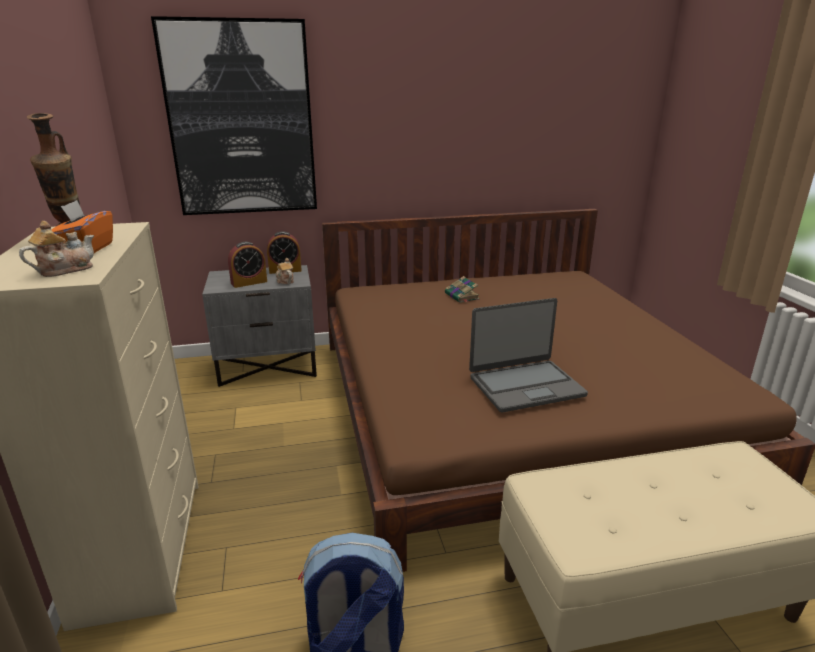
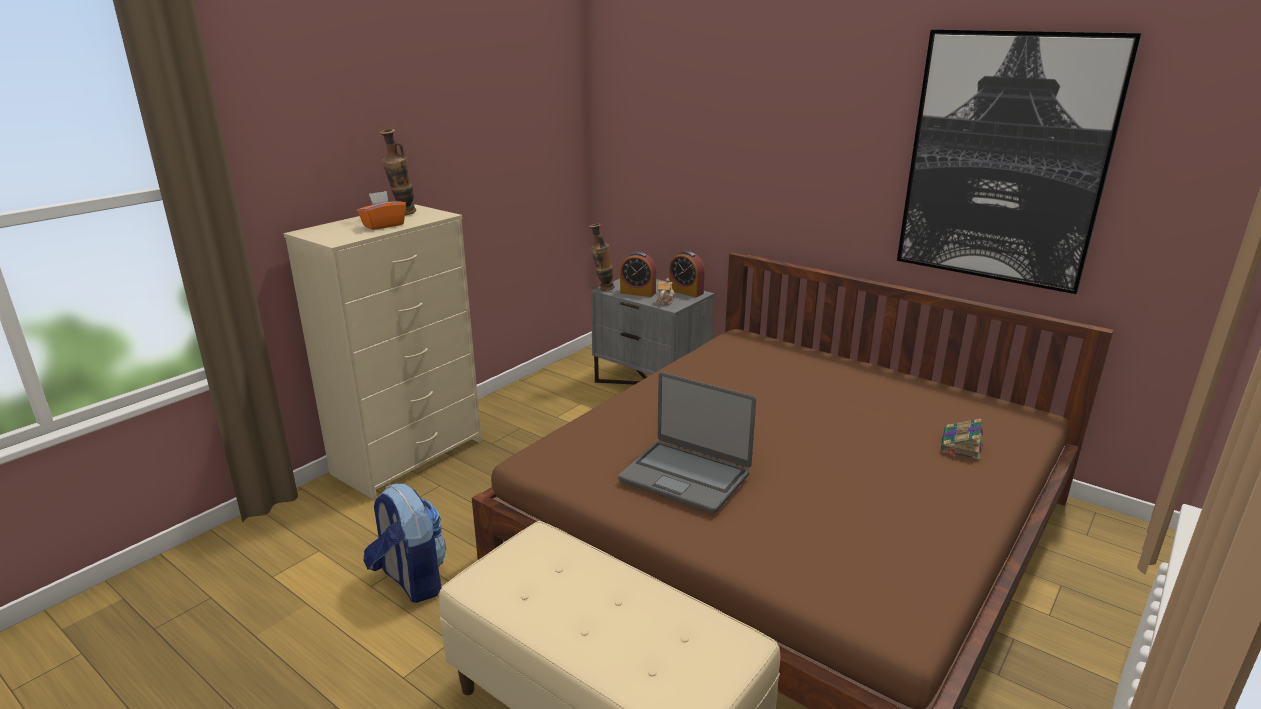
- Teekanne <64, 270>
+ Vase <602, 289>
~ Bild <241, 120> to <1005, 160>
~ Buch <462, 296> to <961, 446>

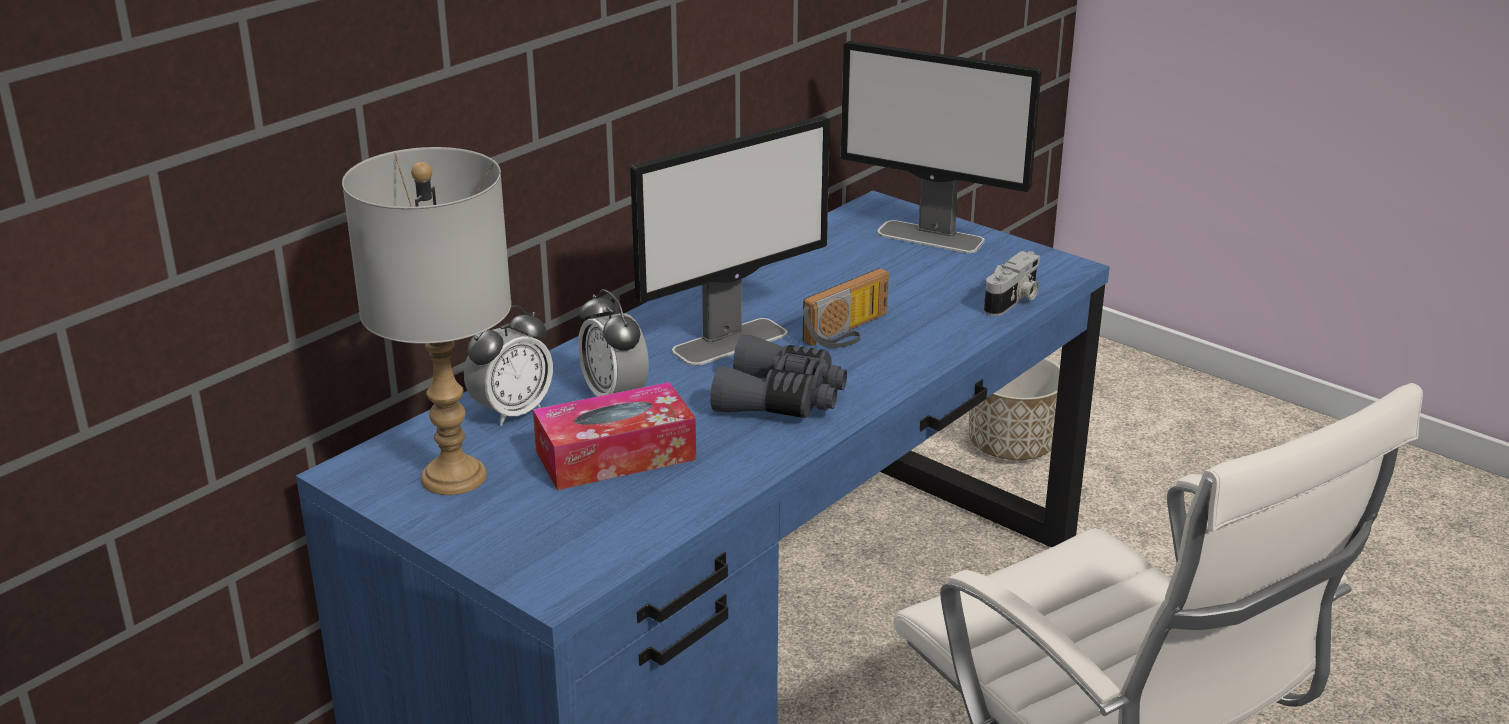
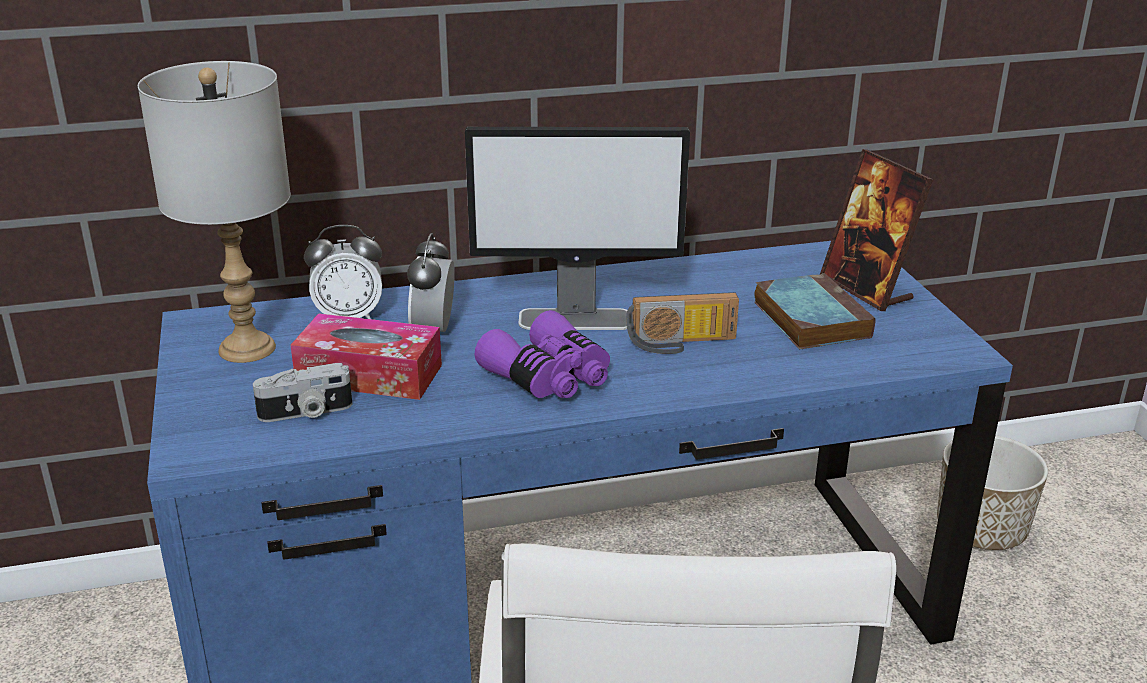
+ Buch <809, 318>
~ Kamera <1013, 301> to <306, 412>
~ Monitor <931, 237> to Bilderrahmen <866, 289>
~ Fernglas [grau] <781, 399> to Fernglas [lila] <550, 377>

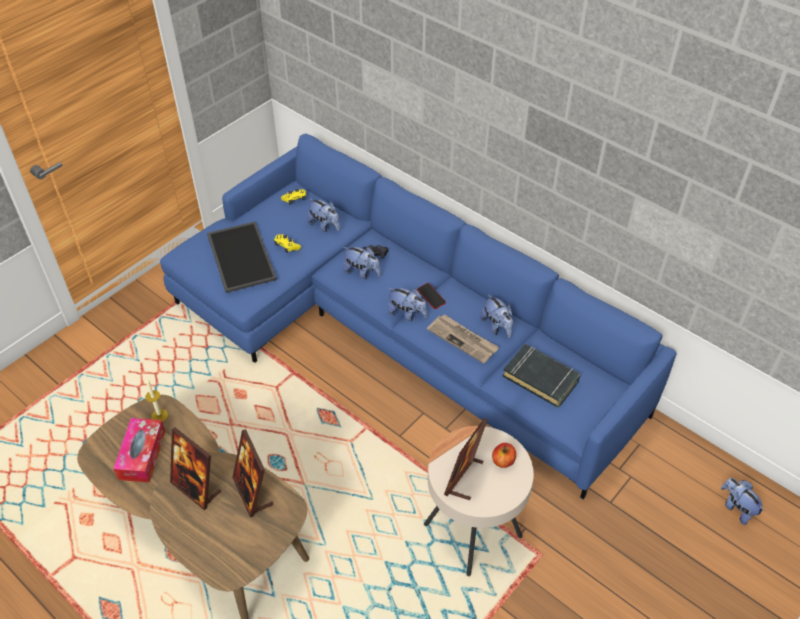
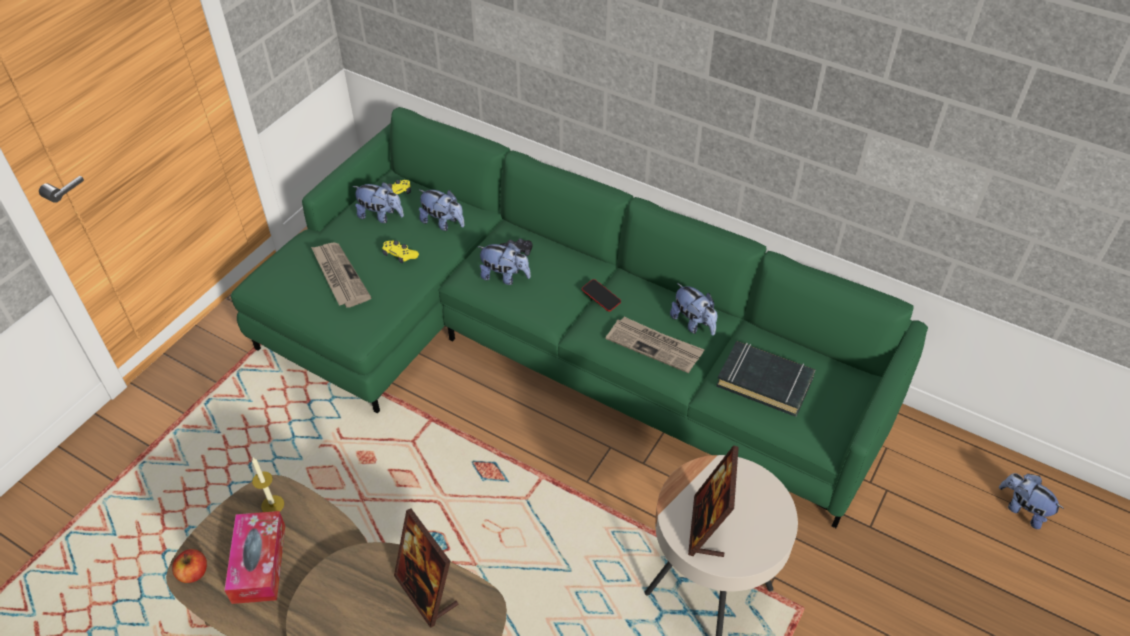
- Bilderrahmen <196, 488>
~ Plüschtier <407, 314> to <380, 216>
~ Apfel <503, 461> to <193, 573>
~ Tablett <239, 256> to Zeitung <339, 276>
~ Sofa [blau] <397, 331> to Sofa [grün] <554, 347>

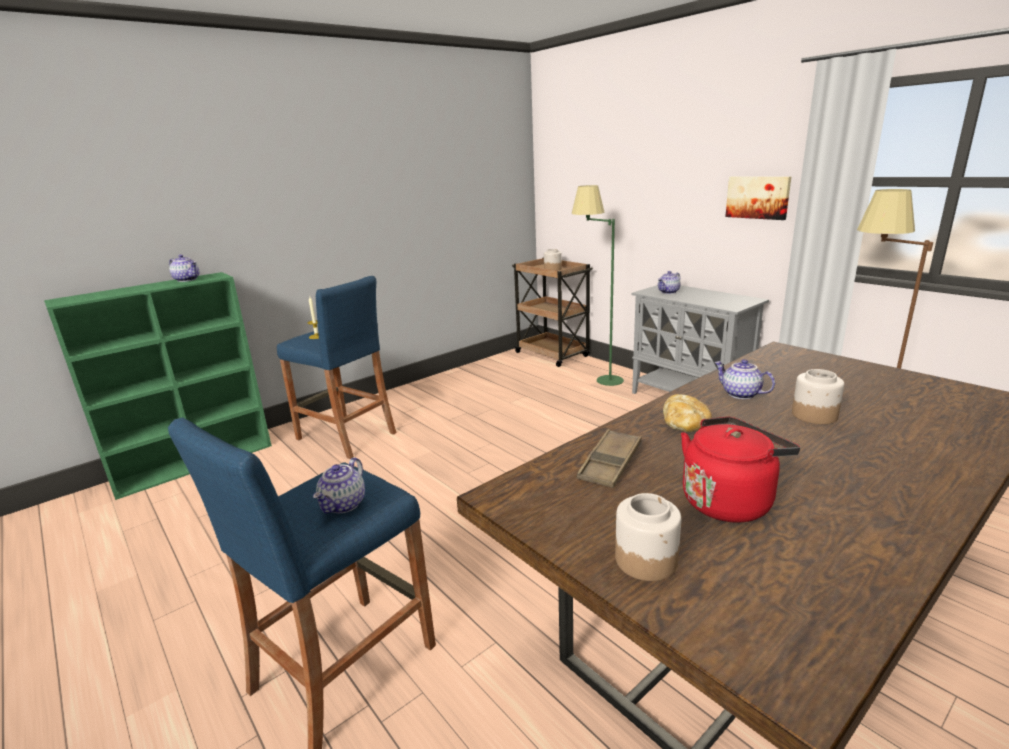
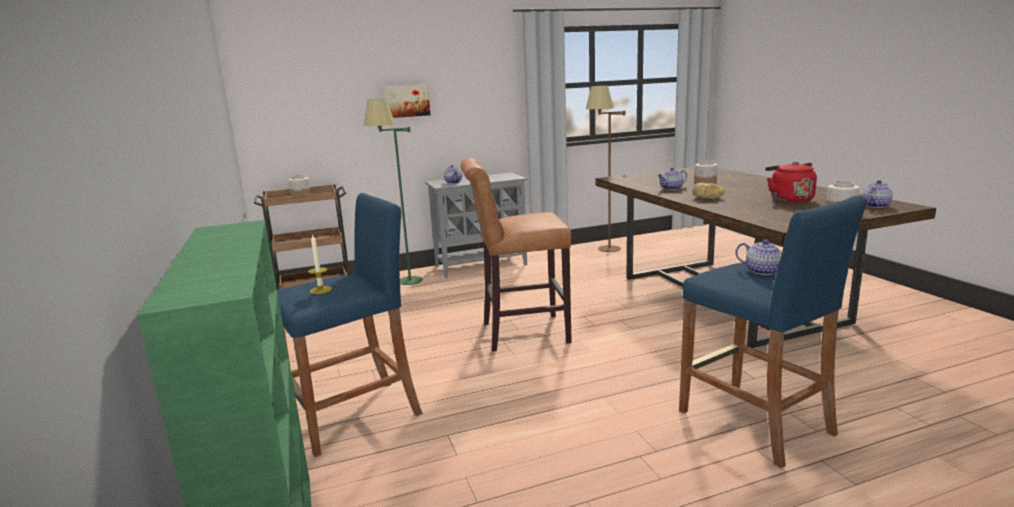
- Tablett [braun] <610, 463>
+ Hocker [braun] <519, 333>
~ Teekanne <187, 279> to <875, 206>
~ Bild <758, 197> to <405, 101>

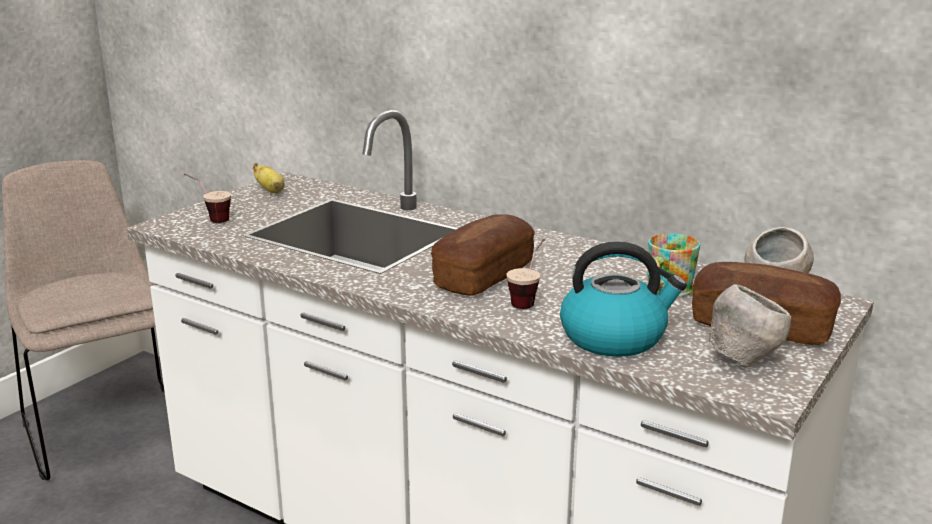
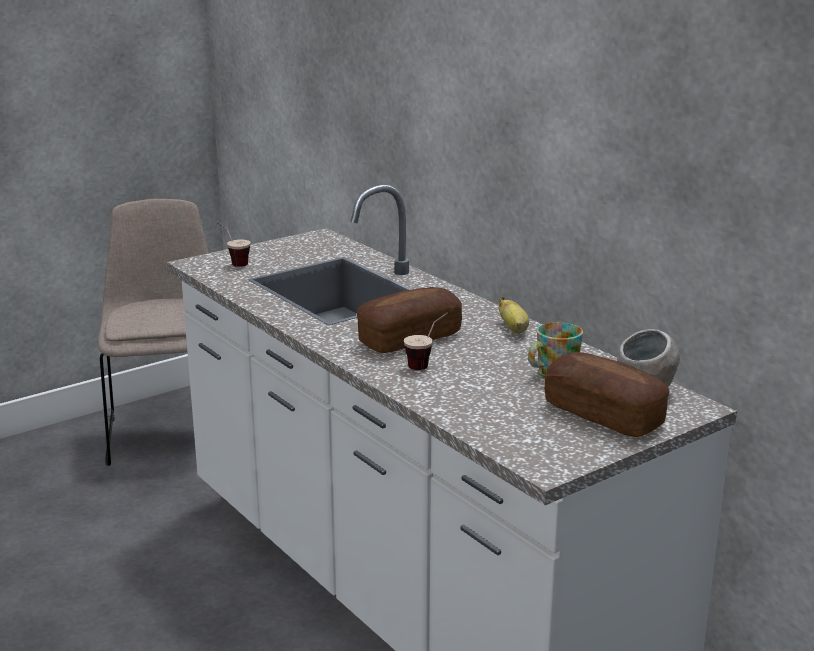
- Wasserkessel <614, 337>
- Schüssel [grau] <743, 361>
~ Banane <271, 191> to <514, 329>

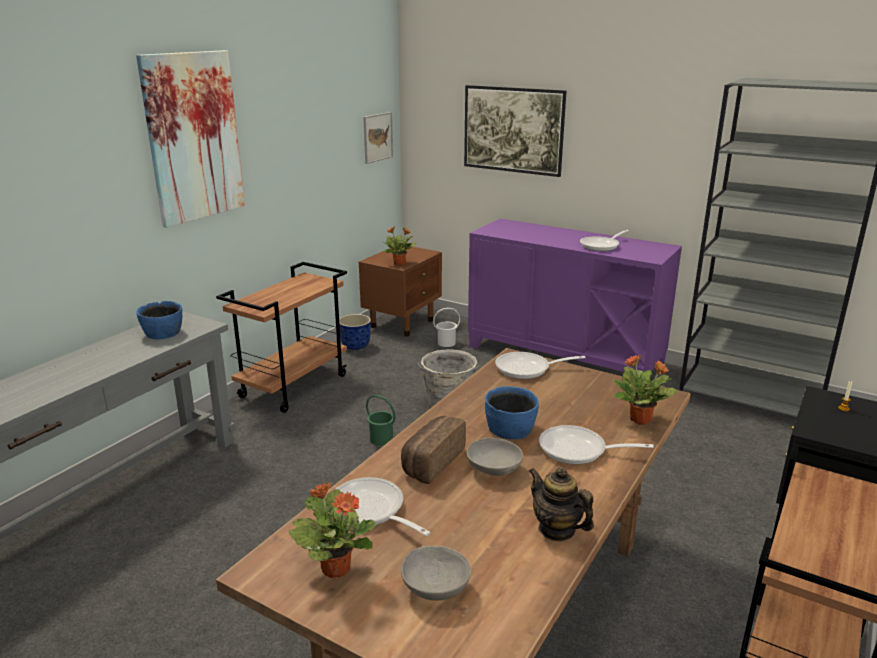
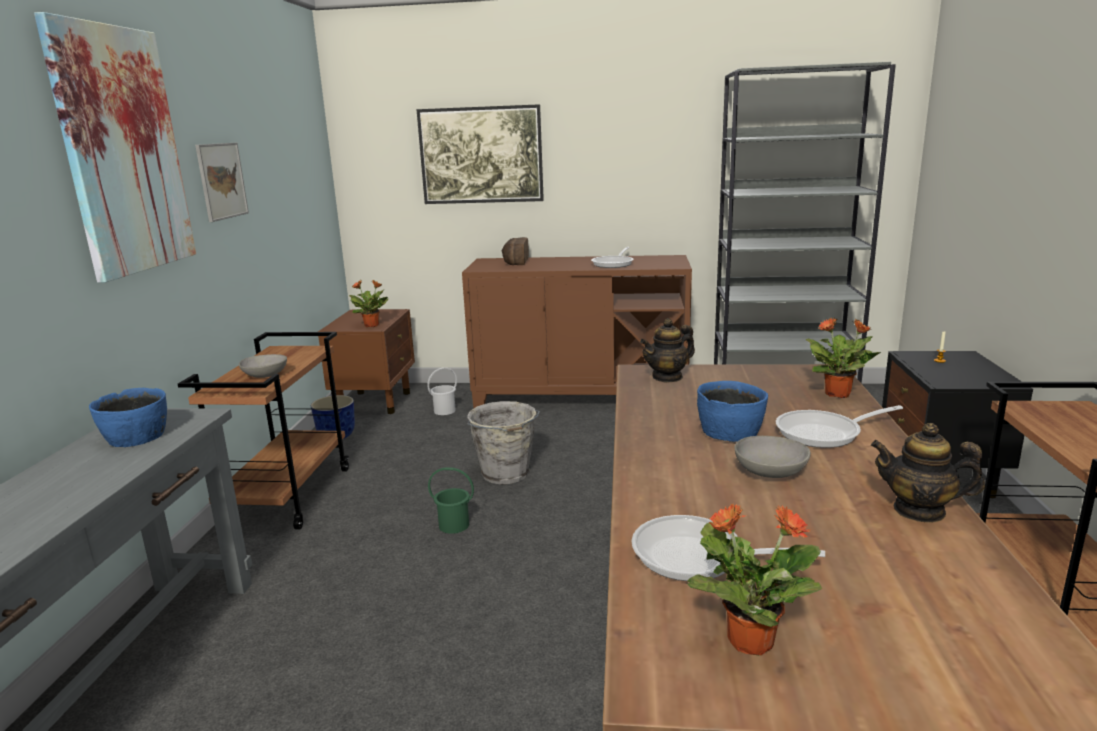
~ Bild <377, 137> to <222, 181>
~ Brot <430, 461> to <515, 262>
~ Schüssel [grau] <435, 588> to <264, 376>
~ Pfanne <527, 369> to Teekanne <667, 377>
~ Schrank [lila] <564, 355> to Schrank [braun] <580, 396>

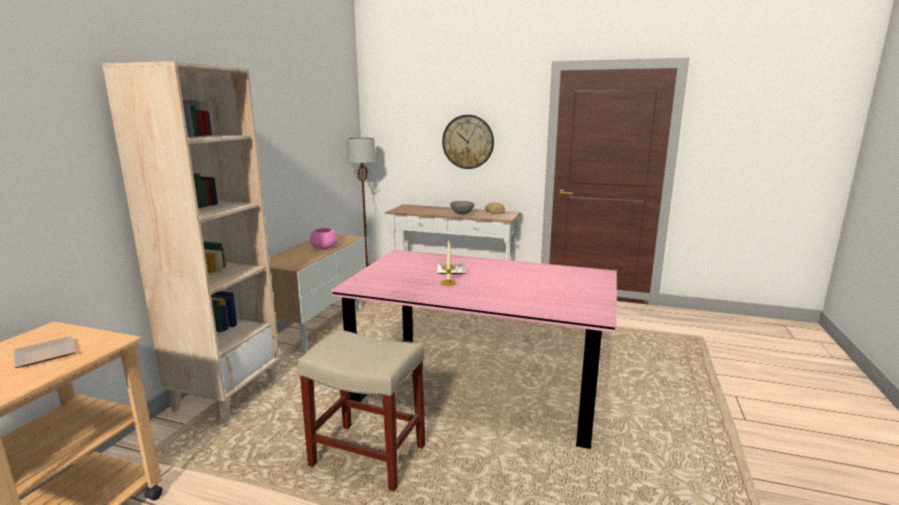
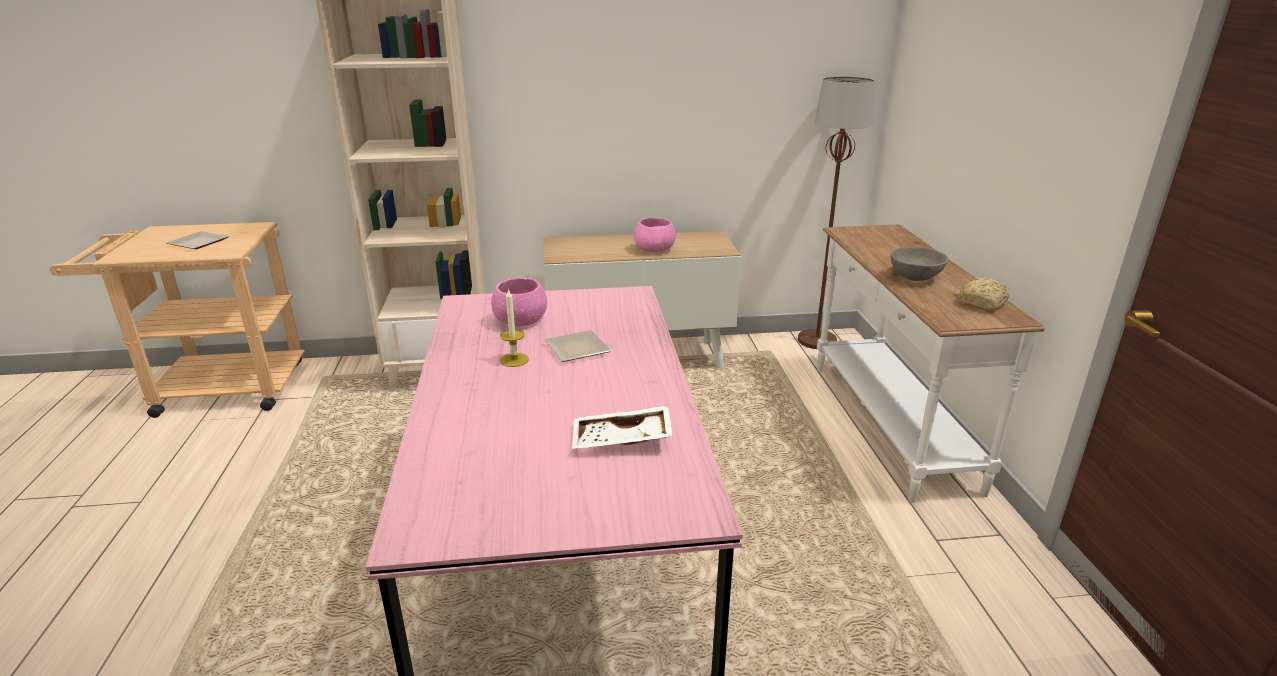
- Hocker [beige] <366, 455>
- Wanduhr <468, 142>
+ Schüssel [rosa] <521, 320>
+ Tablett [weiß] <621, 440>

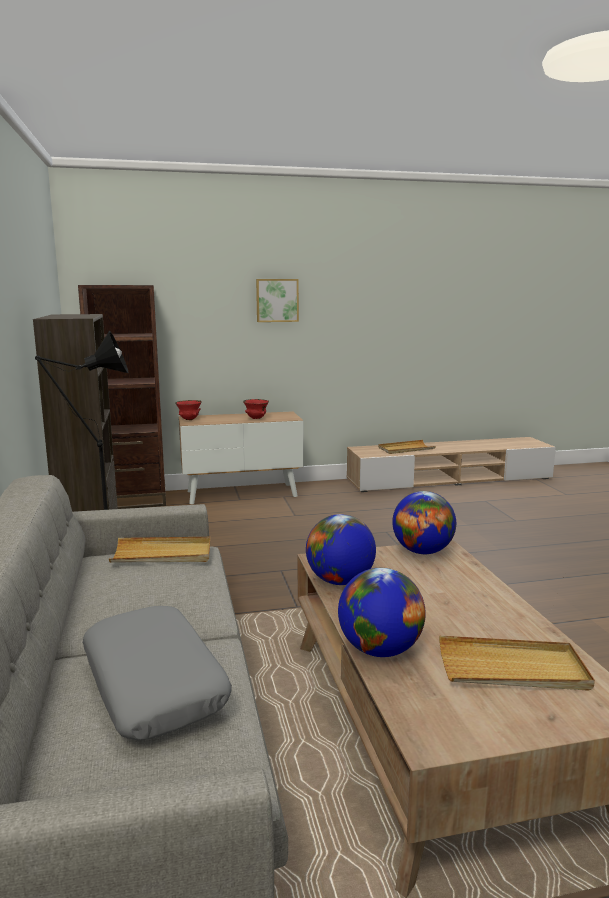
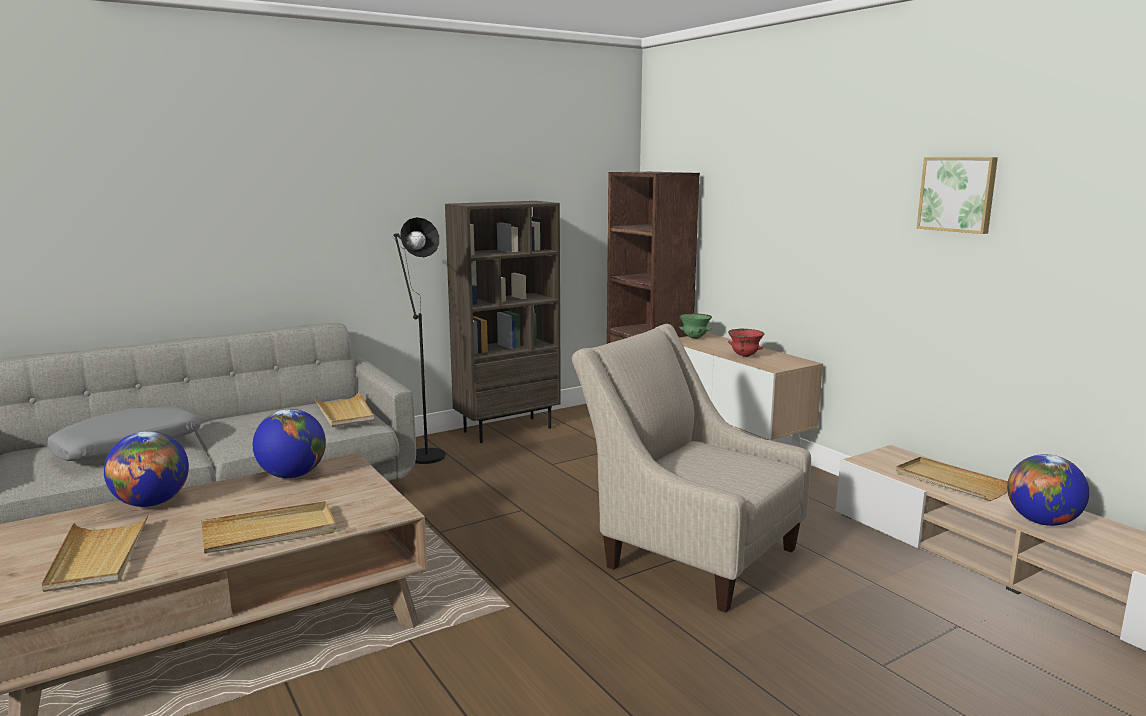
+ Tablett [beige] <270, 532>
+ Sessel [beige] <689, 553>
~ Bild <277, 300> to <957, 194>
~ Globus <422, 551> to <1042, 522>
~ Schüssel [rot] <189, 419> to Schüssel [grün] <695, 338>

